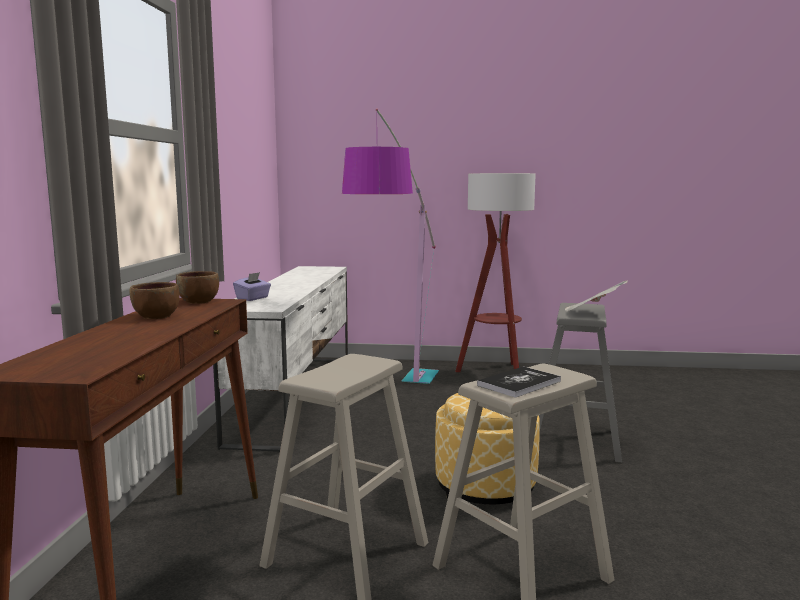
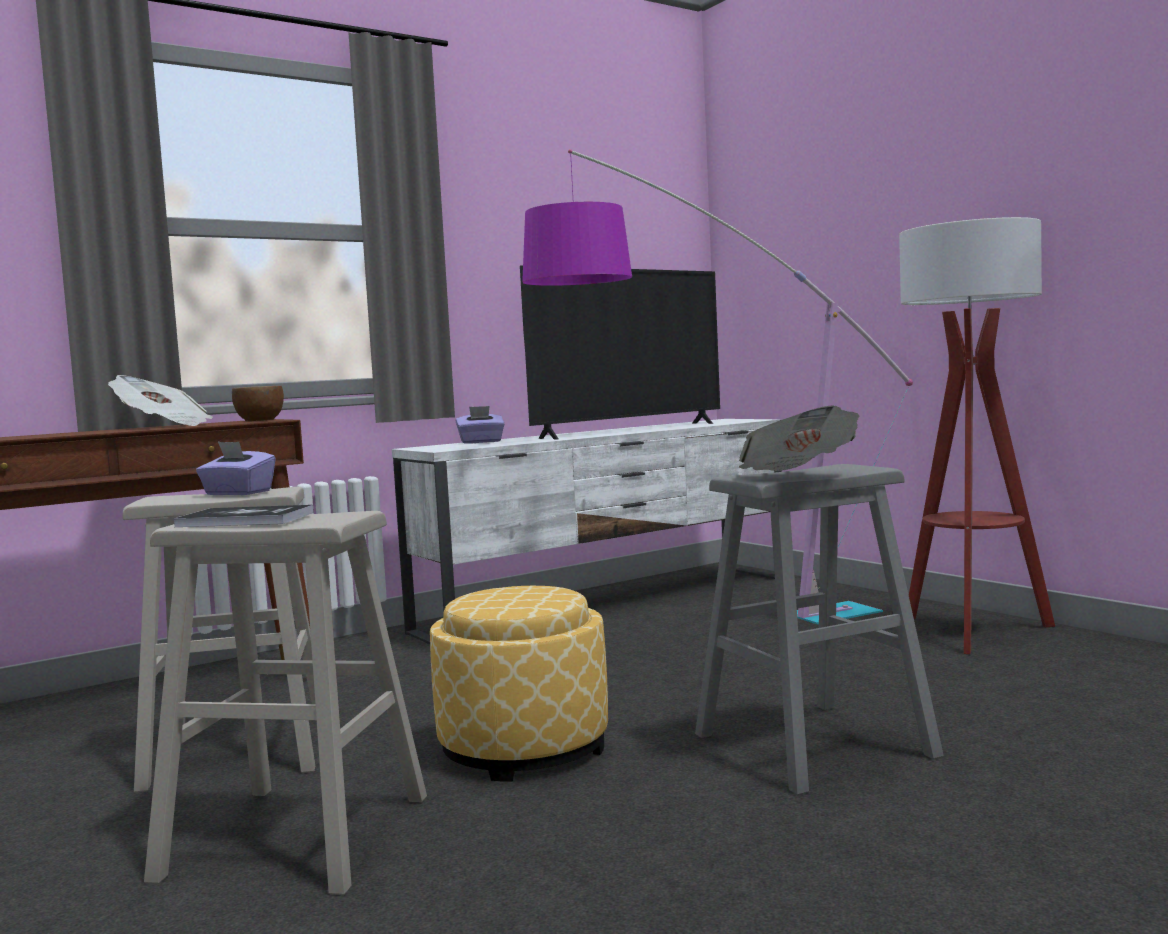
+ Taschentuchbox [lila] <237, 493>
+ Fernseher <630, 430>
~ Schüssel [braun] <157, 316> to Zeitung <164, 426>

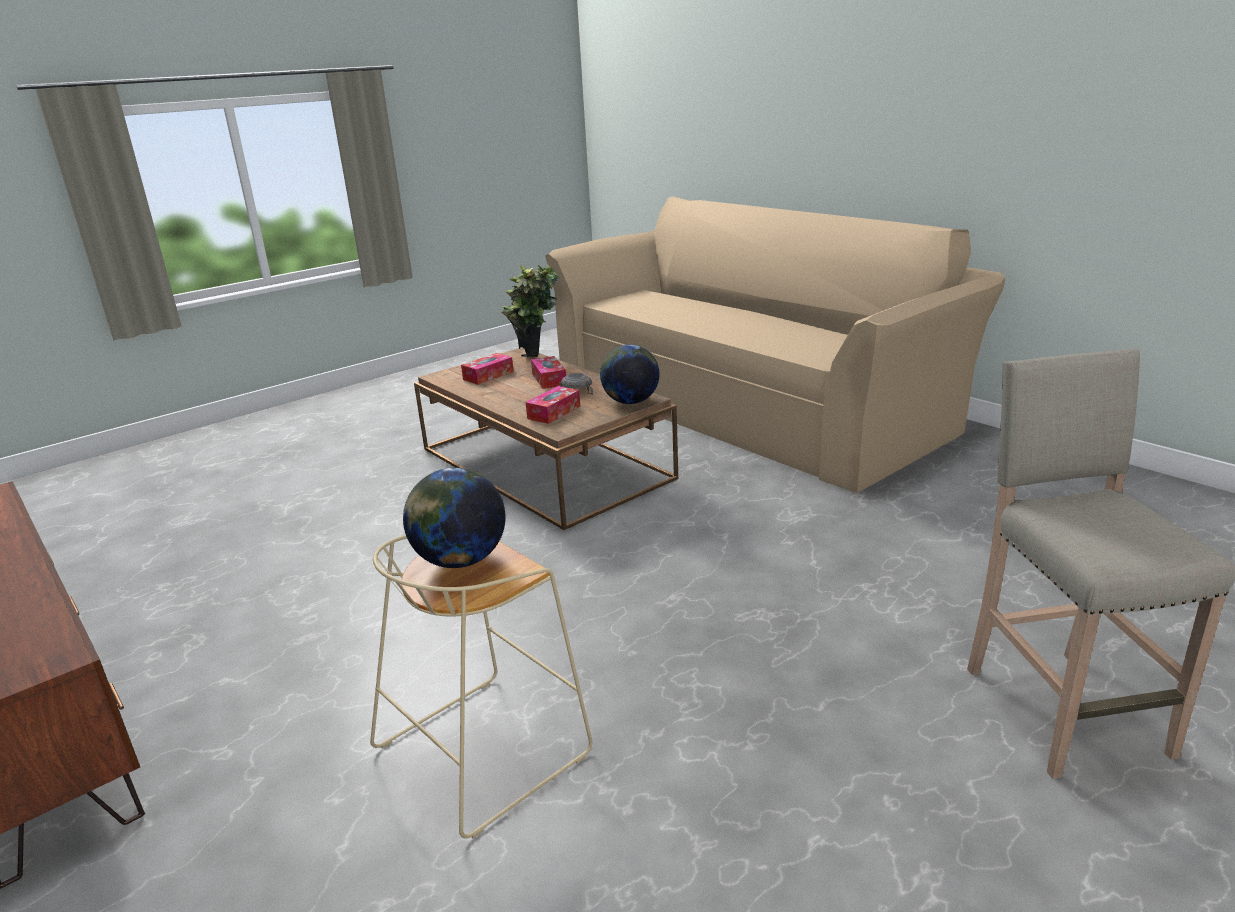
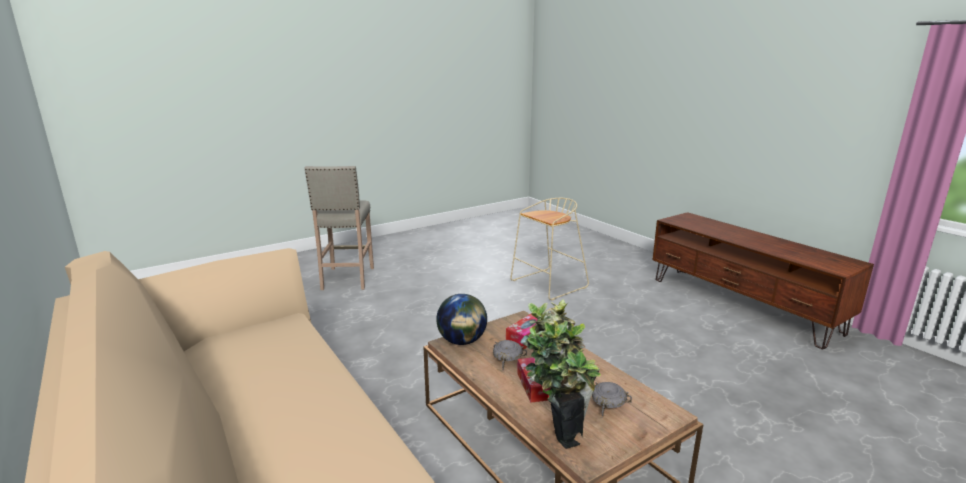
- Globus <460, 560>
~ Taschentuchbox <488, 375> to Schüssel [grau] <608, 404>

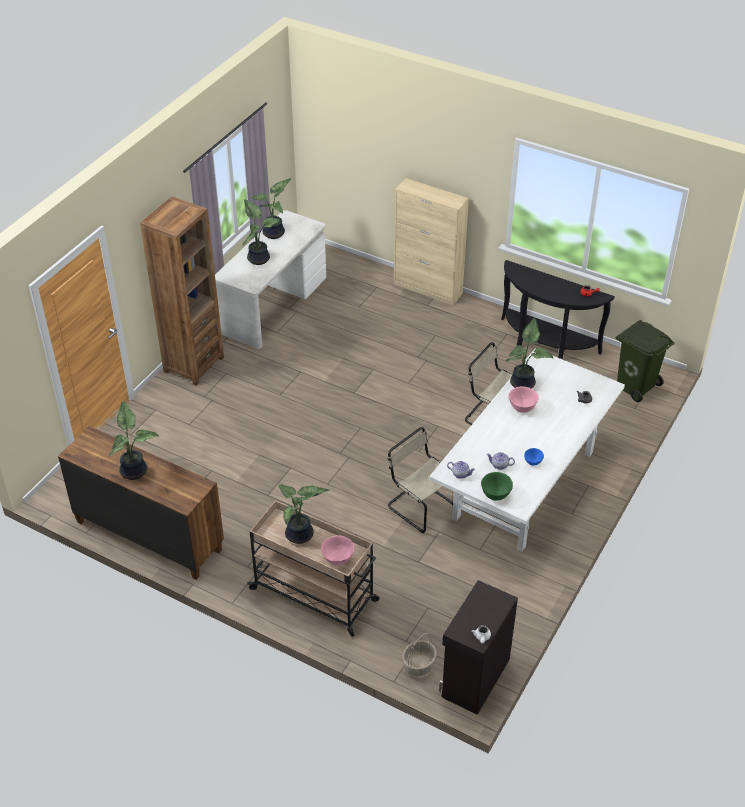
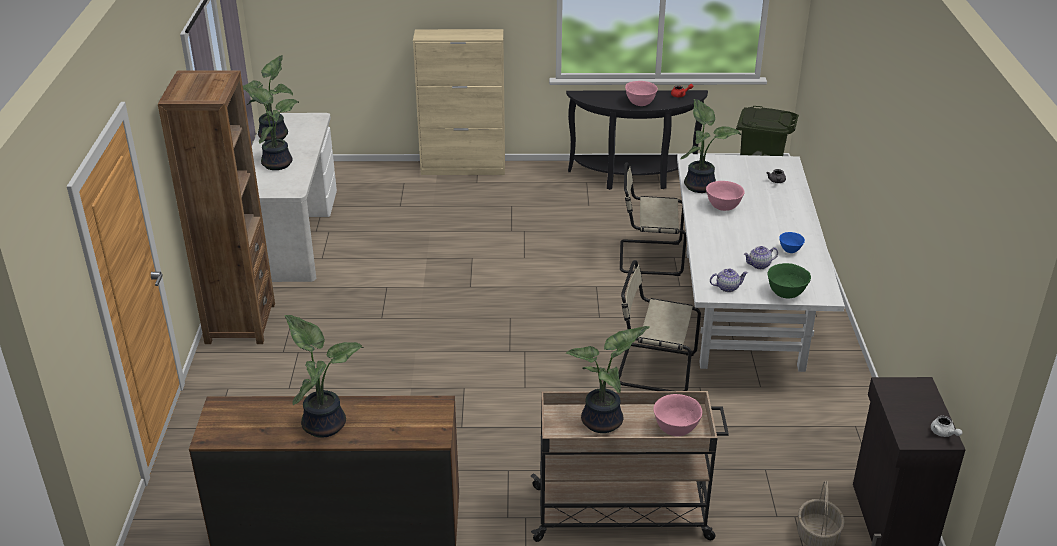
+ Schüssel [rosa] <640, 103>

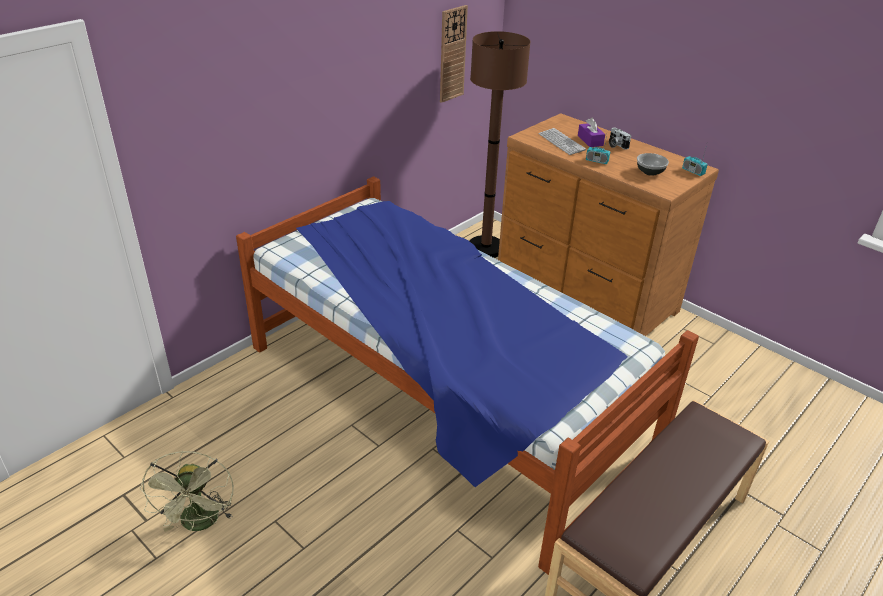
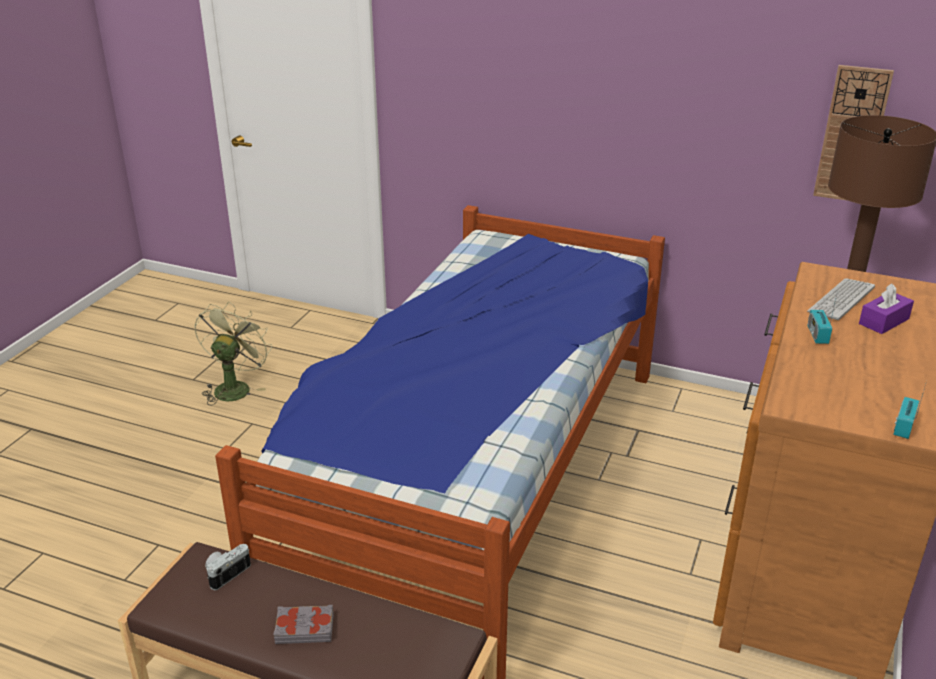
- Schüssel <649, 172>
+ Buch [grau] <304, 628>
~ Kamera <616, 145> to <226, 572>
~ Ventilator [grün] <200, 523> = <234, 387> 135 degrees clockwise

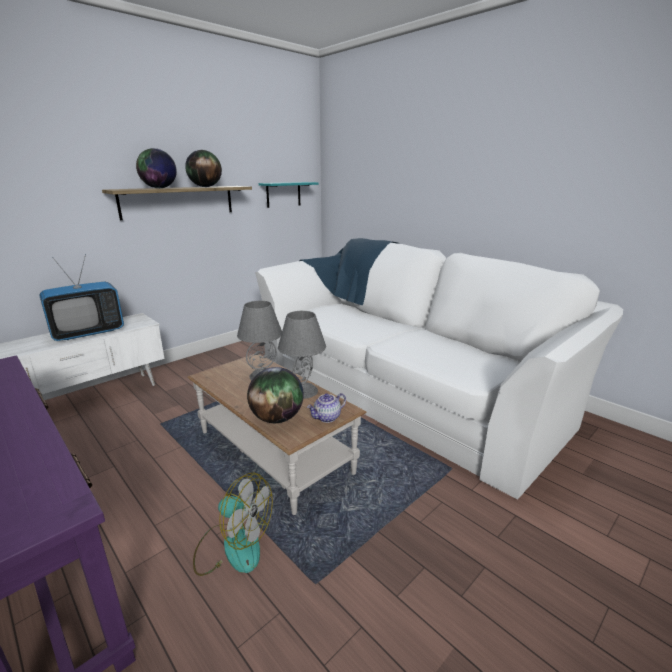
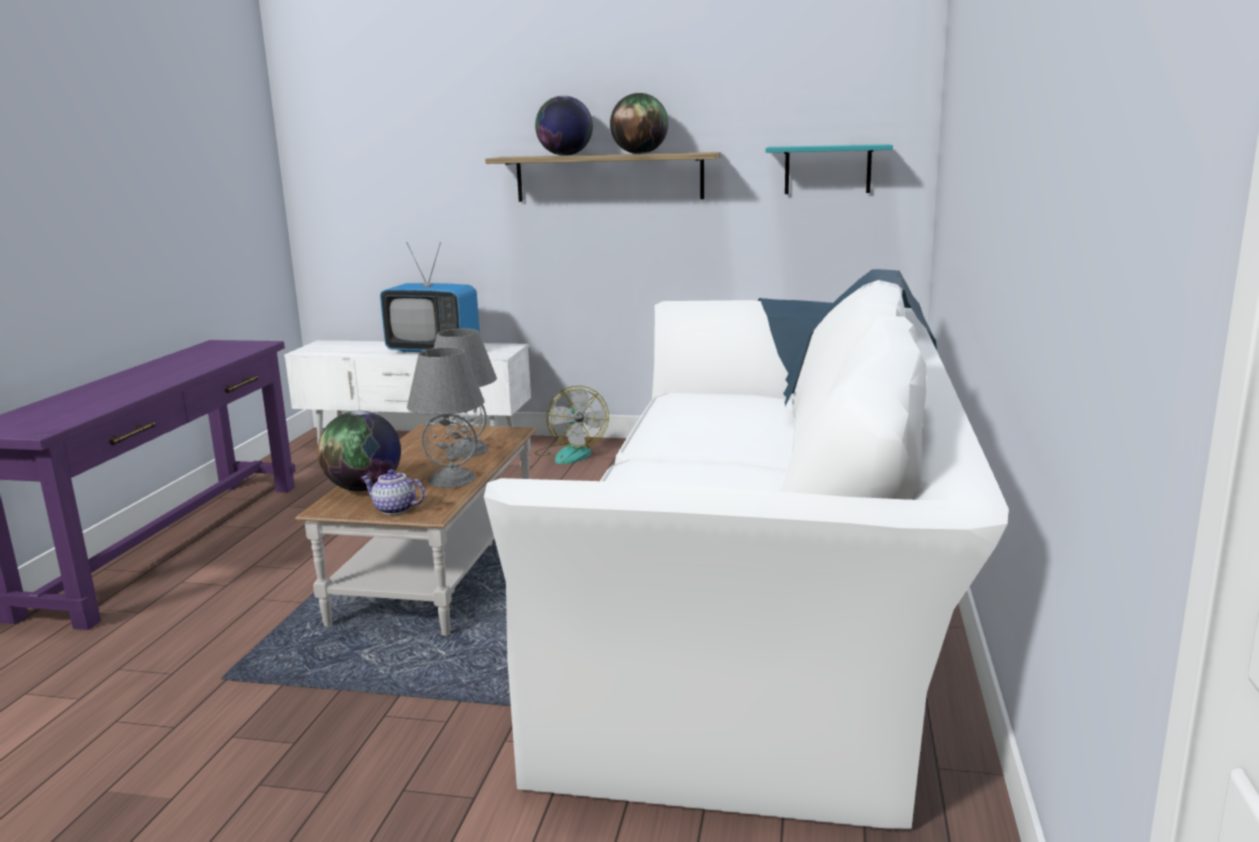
~ Ventilator <233, 546> to <570, 453>

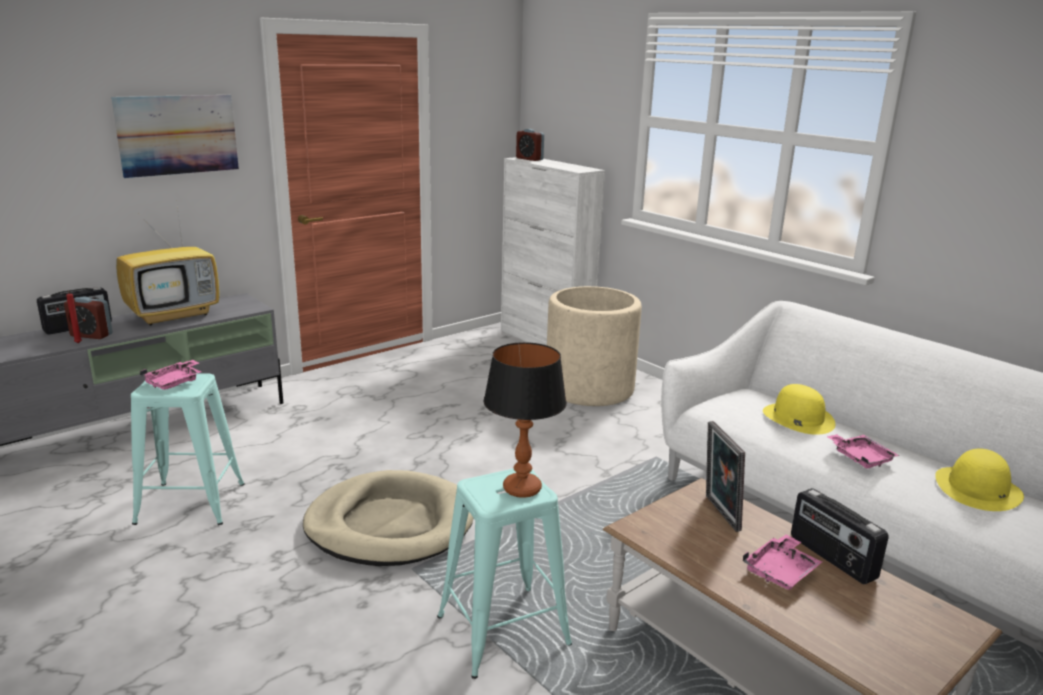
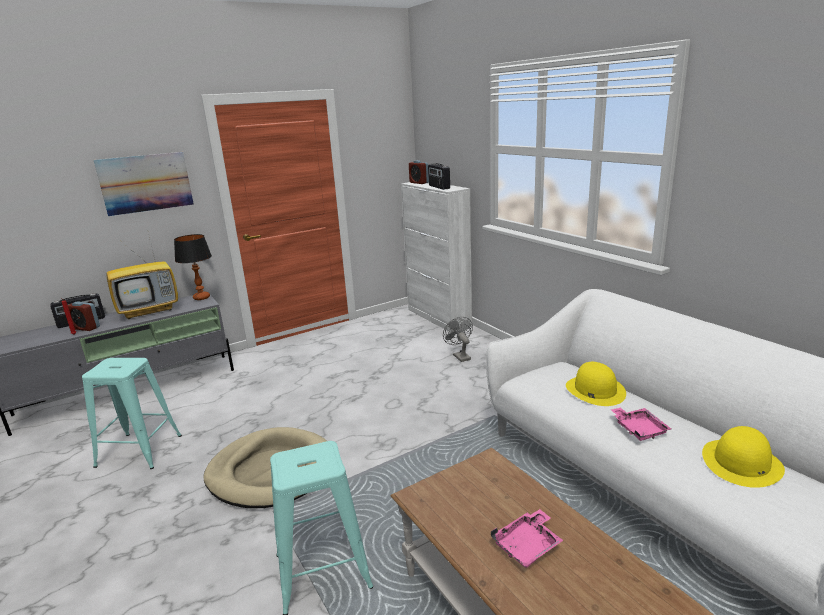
- Tablett [rosa] <174, 382>
- Bilderrahmen <719, 513>
~ Tischlampe <522, 489> to <202, 297>
~ Radio <831, 558> to <438, 187>
~ Pflanzkübel [beige] <589, 388> to Ventilator [grau] <459, 356>

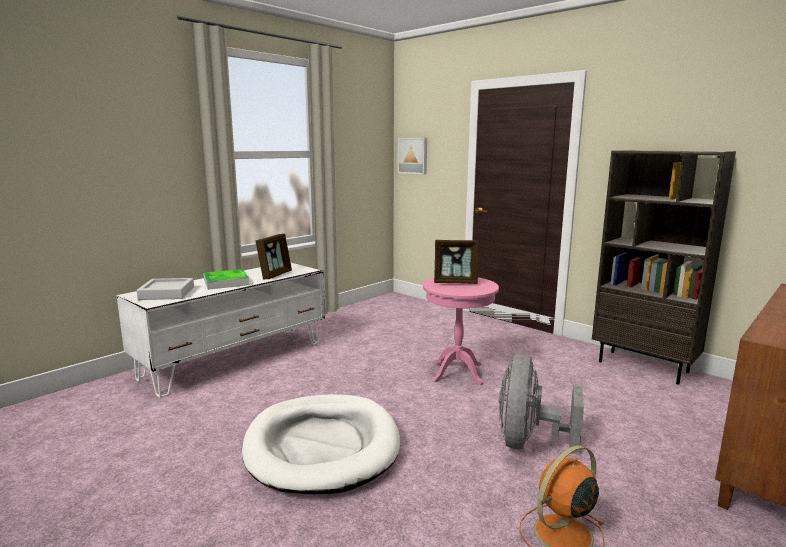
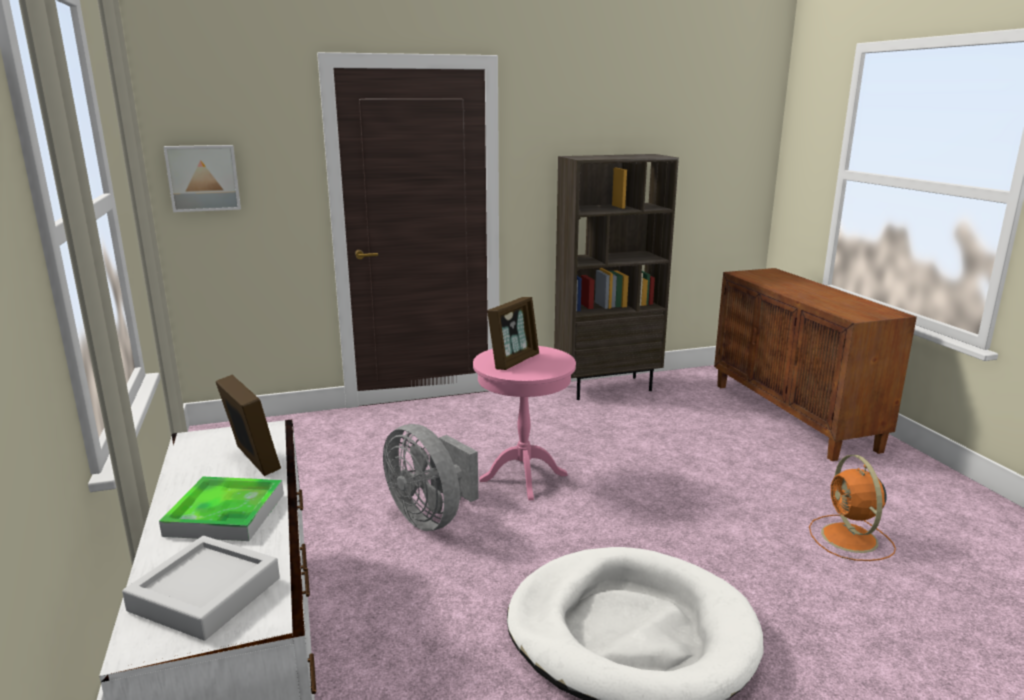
~ Ventilator [grau] <528, 442> to <431, 517>

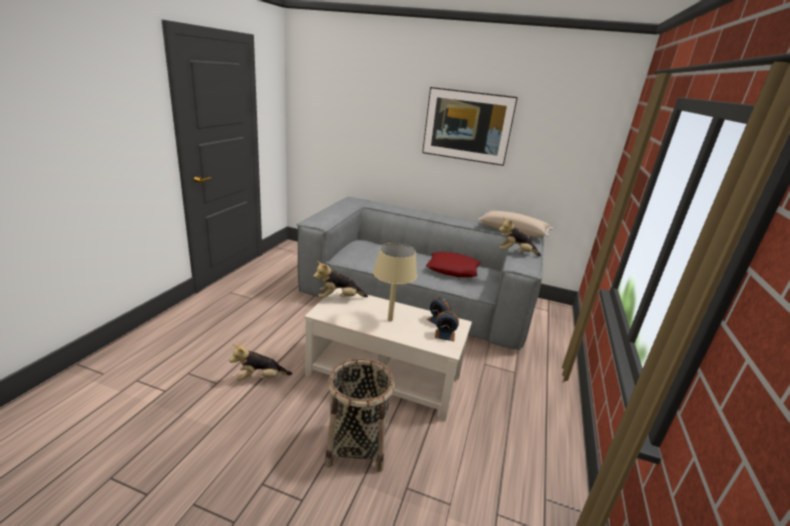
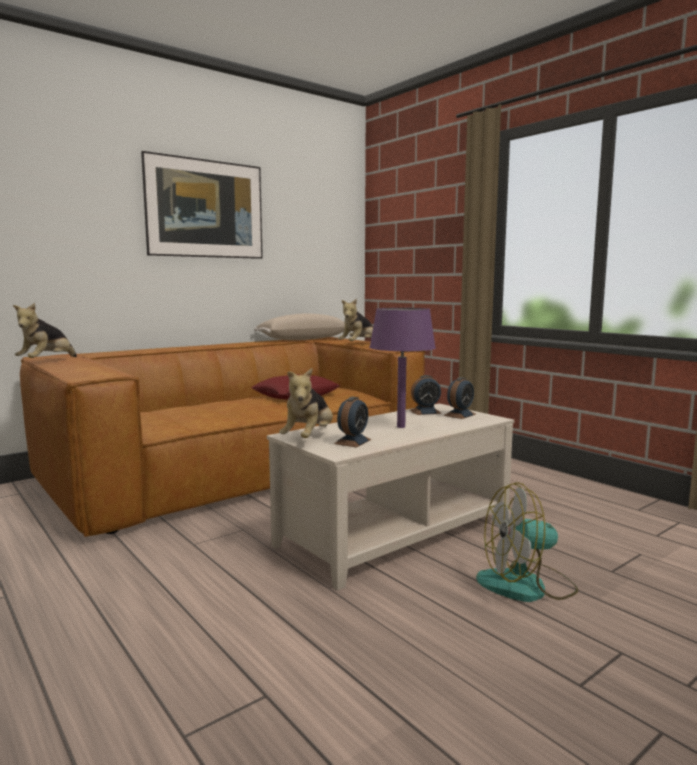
+ Wecker <352, 441>
~ Plüschtier <260, 378> to <47, 362>
~ Korb <356, 446> to Ventilator <526, 585>
~ Sofa [grau] <417, 297> to Sofa [braun] <240, 469>
~ Tischlampe [beige] <390, 320> to Tischlampe [lila] <401, 427>

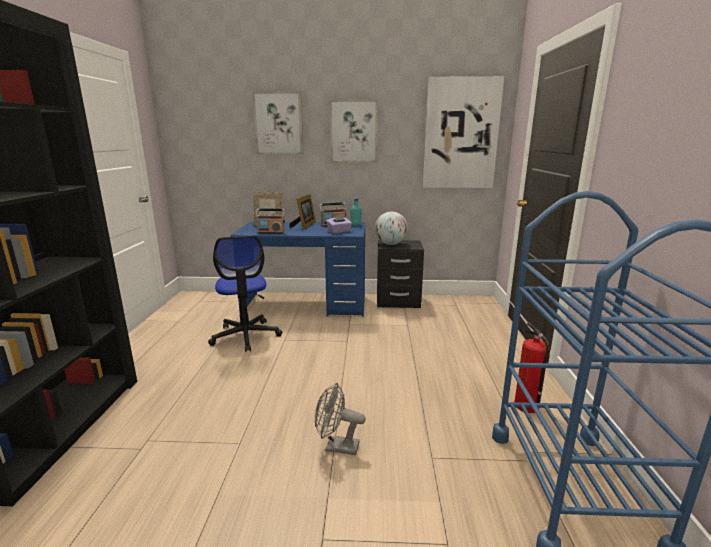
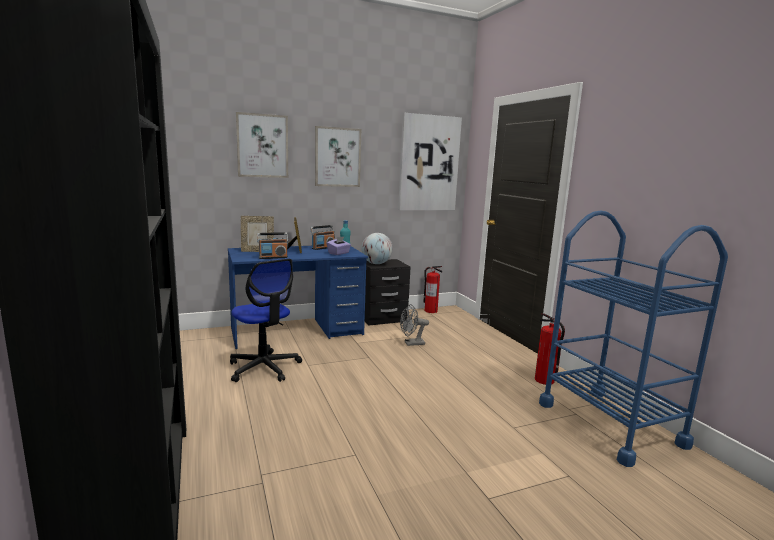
+ Feuerlöscher <430, 311>
~ Ventilator [grau] <336, 447> to <411, 343>

